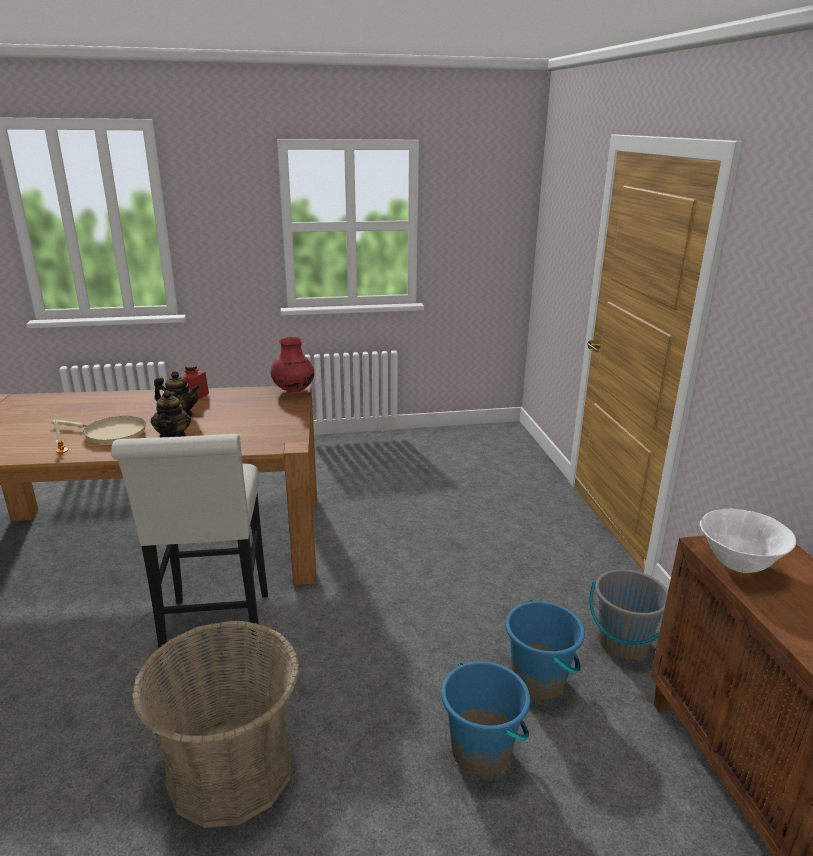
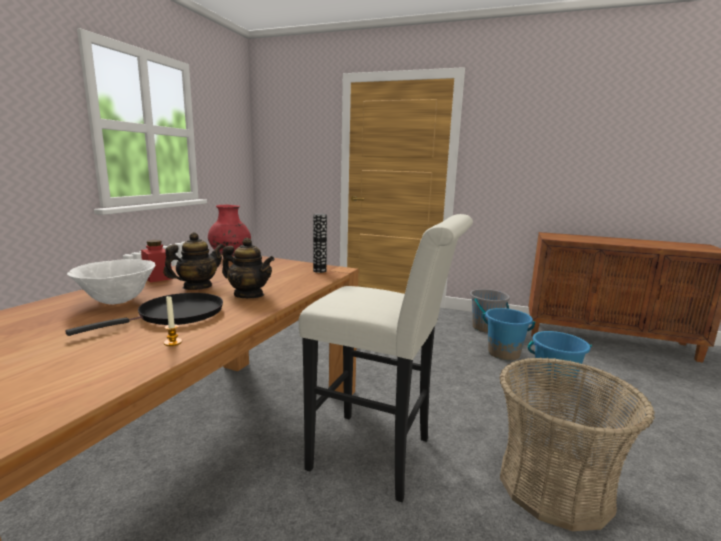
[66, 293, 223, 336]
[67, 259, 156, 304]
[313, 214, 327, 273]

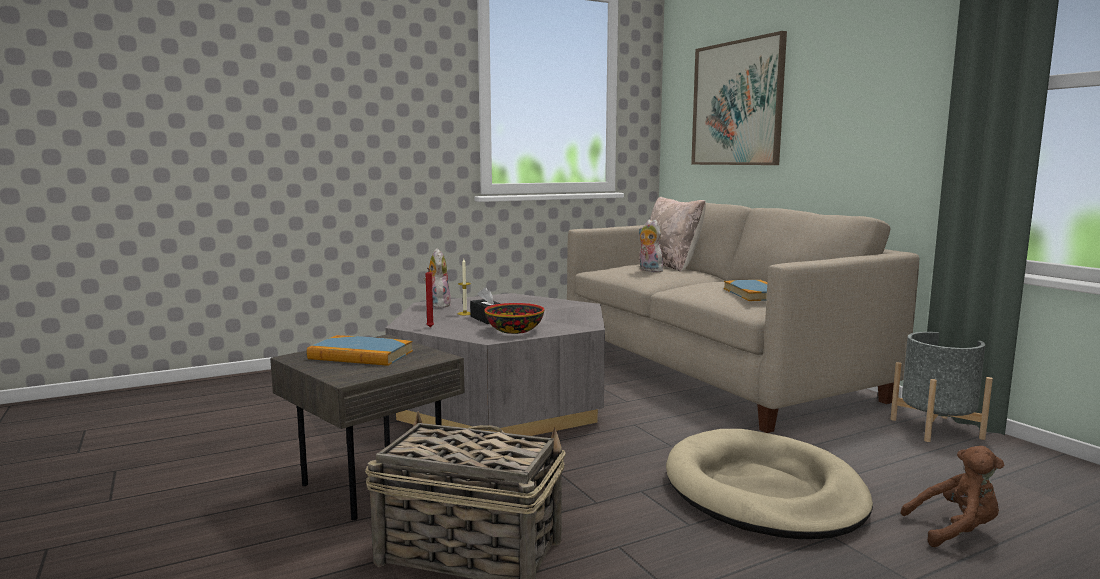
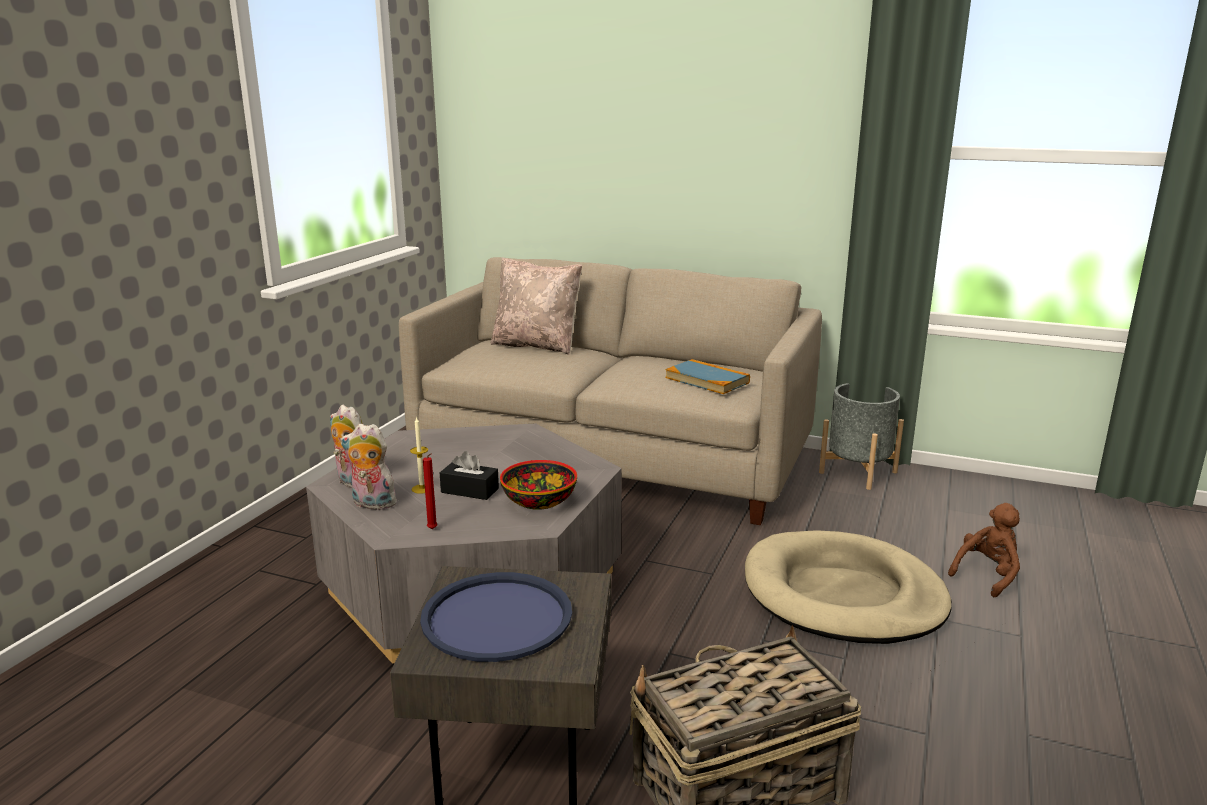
[691, 31, 787, 165] (first image)
[340, 424, 402, 512]
[420, 572, 572, 662]

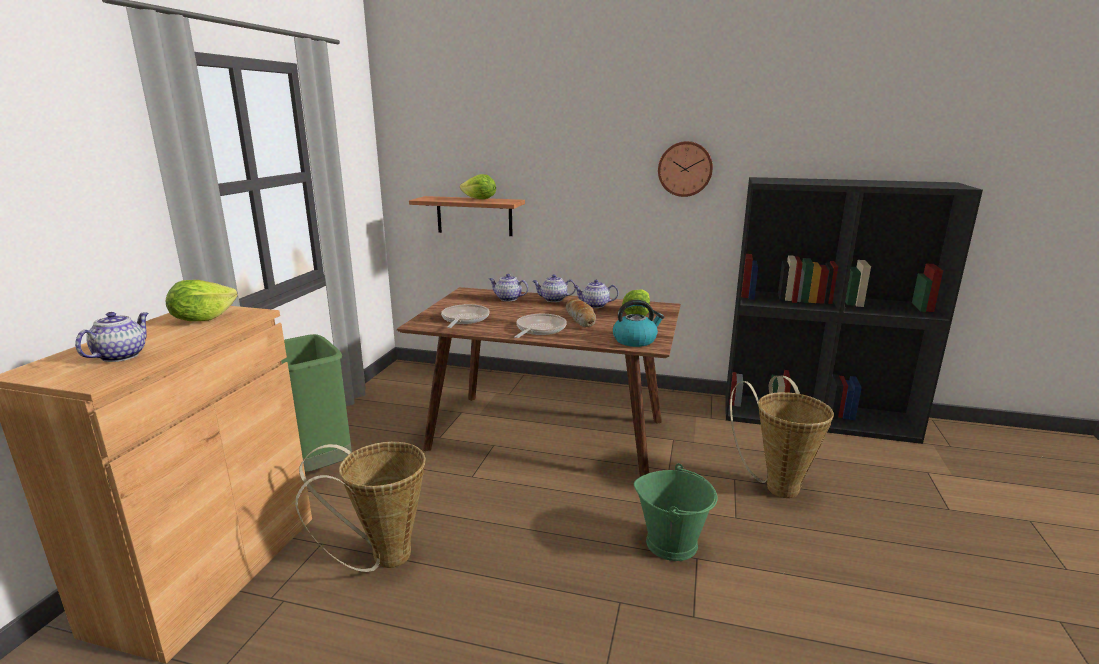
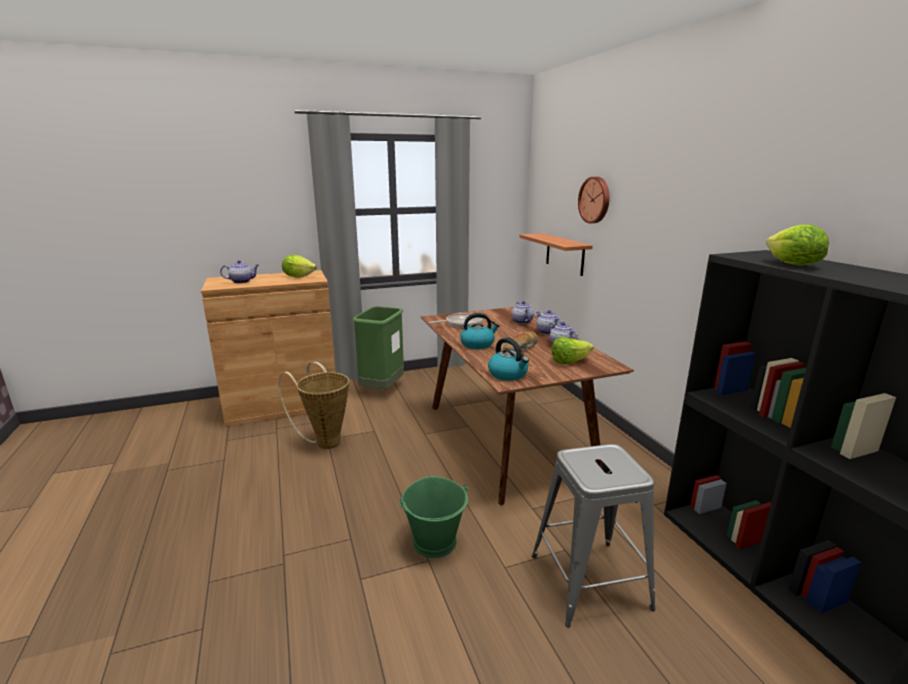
[578, 177, 609, 223]
[766, 224, 829, 266]
[460, 313, 500, 349]
[532, 444, 656, 628]

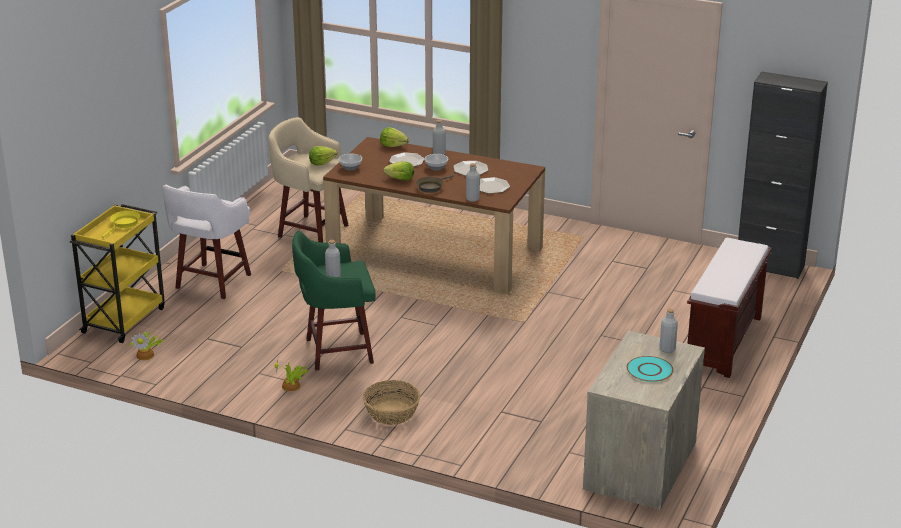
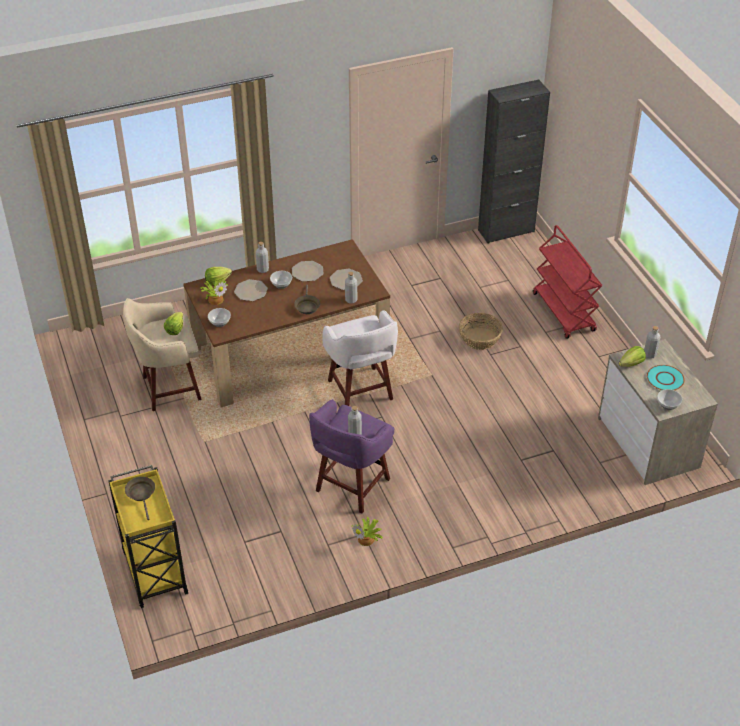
[619, 346, 646, 367]
[322, 310, 398, 406]
[125, 477, 155, 520]
[309, 399, 394, 513]
[533, 225, 602, 339]
[200, 281, 228, 305]
[459, 313, 503, 350]
[657, 389, 682, 410]

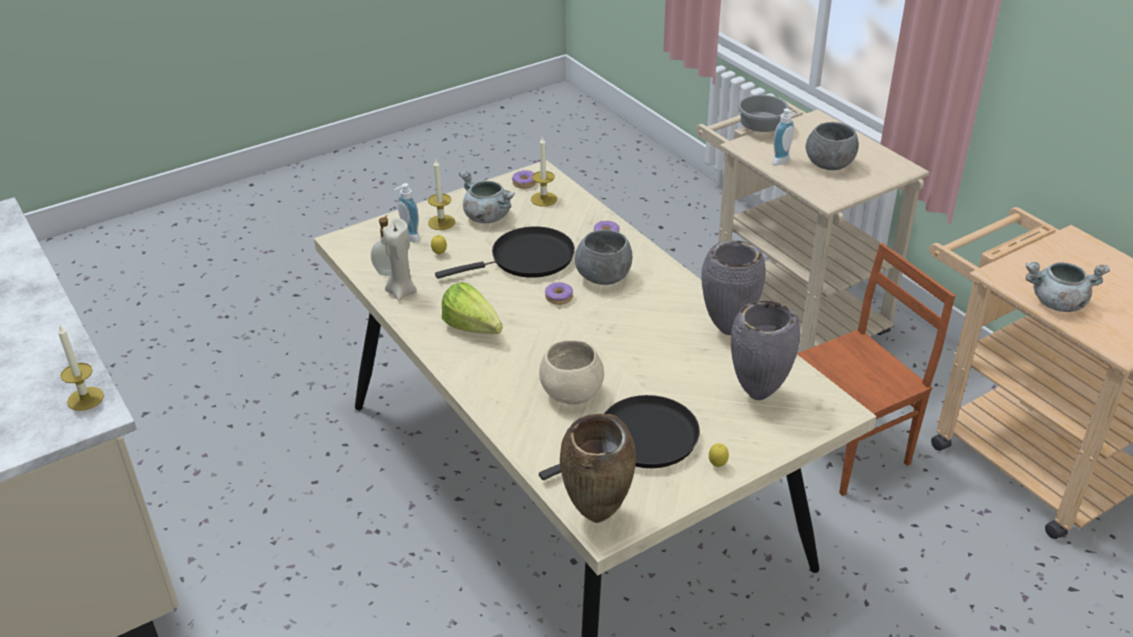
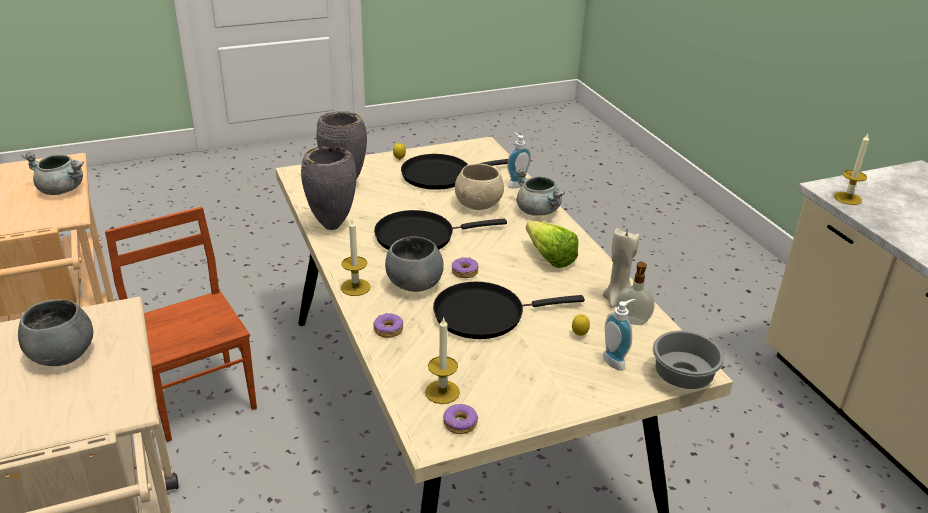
[653, 331, 724, 389]
[507, 132, 531, 188]
[341, 220, 370, 296]
[515, 167, 565, 216]
[105, 207, 257, 442]
[560, 414, 636, 523] (first image)
[374, 210, 507, 250]

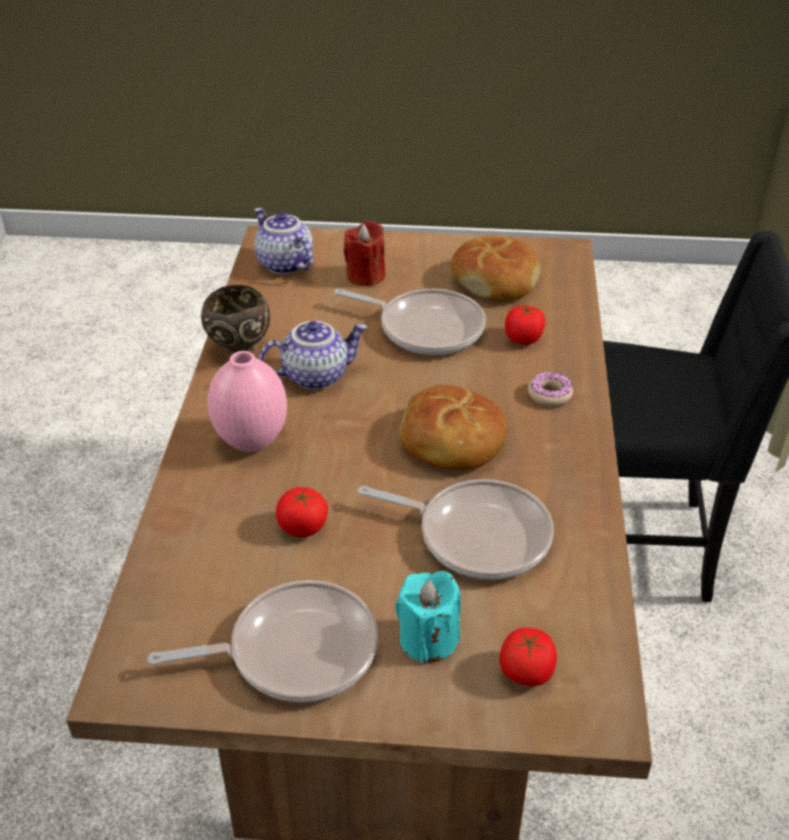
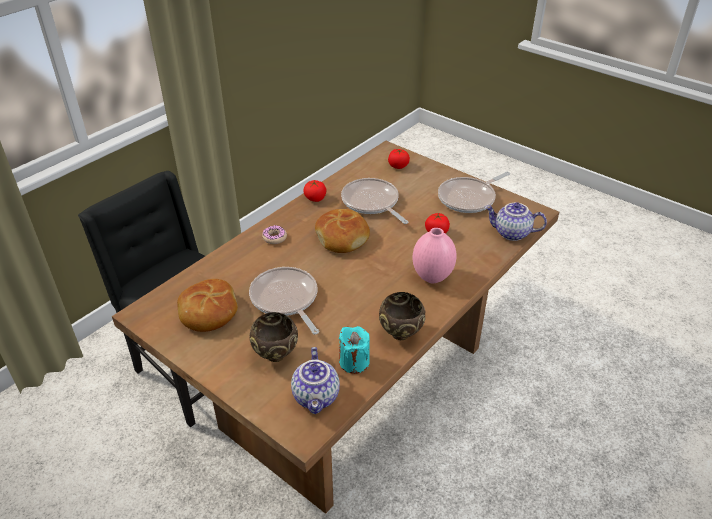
[250, 312, 298, 362]
[303, 180, 326, 202]
[485, 202, 547, 241]
[339, 326, 370, 374]
[438, 172, 510, 213]

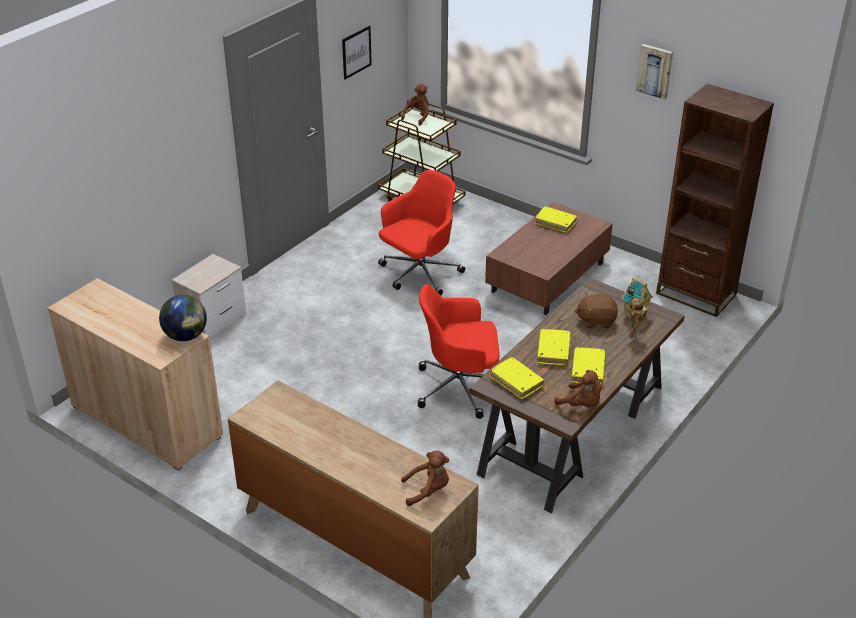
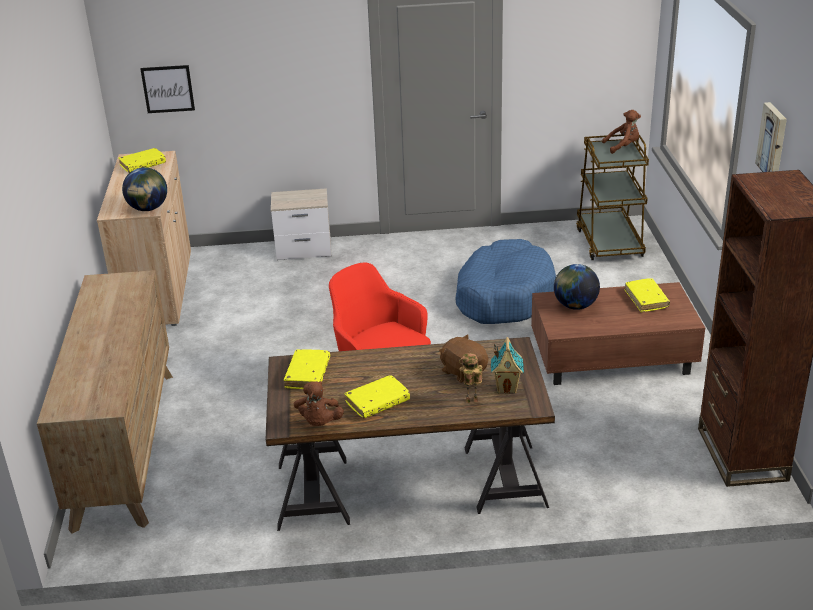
[140, 65, 195, 113]
[455, 239, 556, 324]
[118, 148, 166, 173]
[401, 451, 449, 506] (first image)
[554, 264, 600, 310]

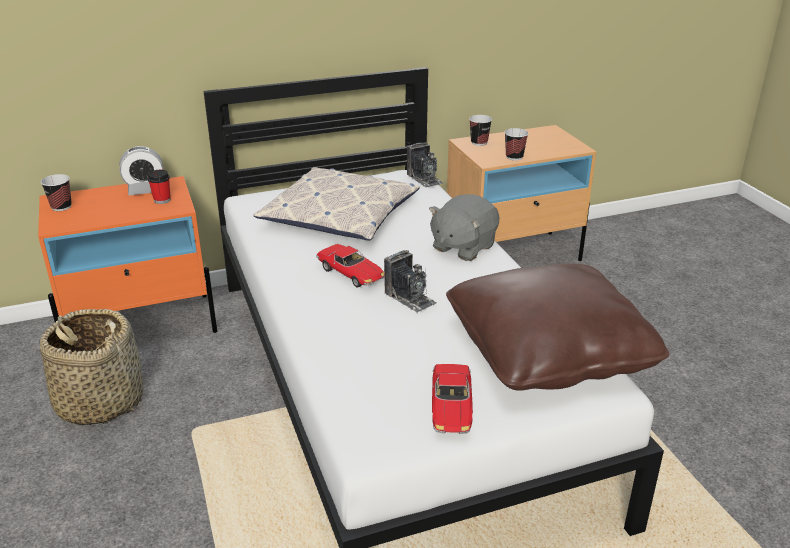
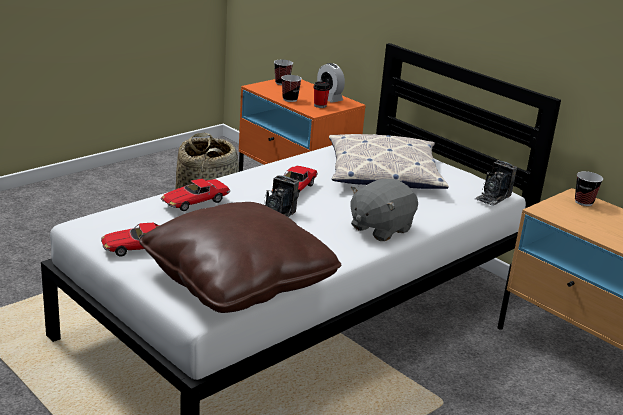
[281, 75, 302, 102]
[351, 179, 418, 241]
[161, 179, 230, 211]

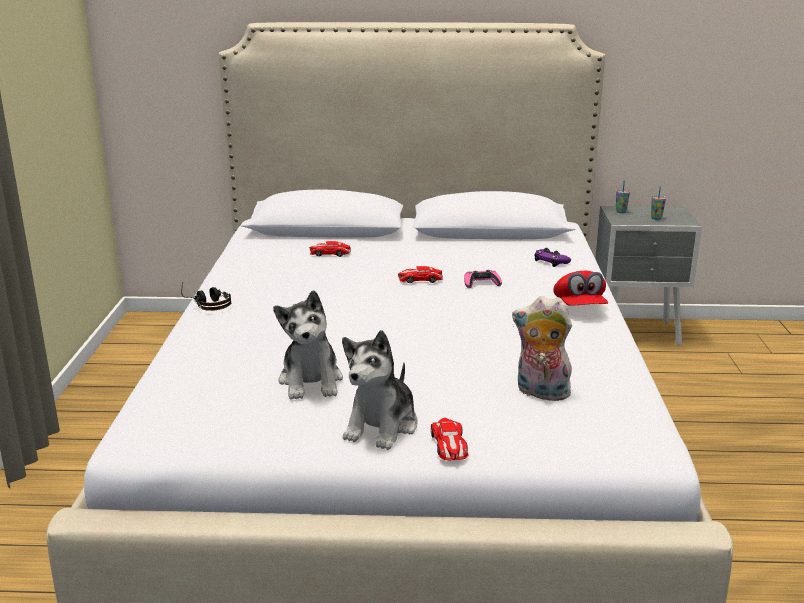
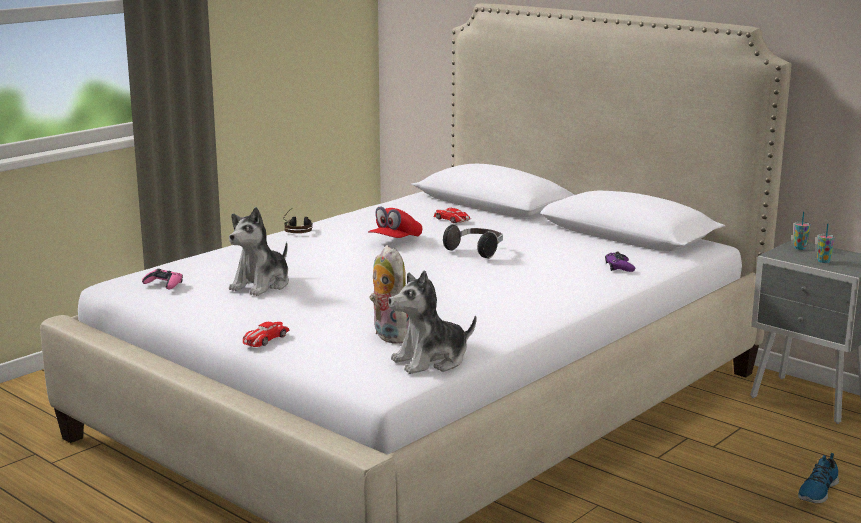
[443, 224, 503, 259]
[142, 269, 183, 289]
[368, 207, 422, 238]
[388, 270, 476, 374]
[798, 453, 839, 503]

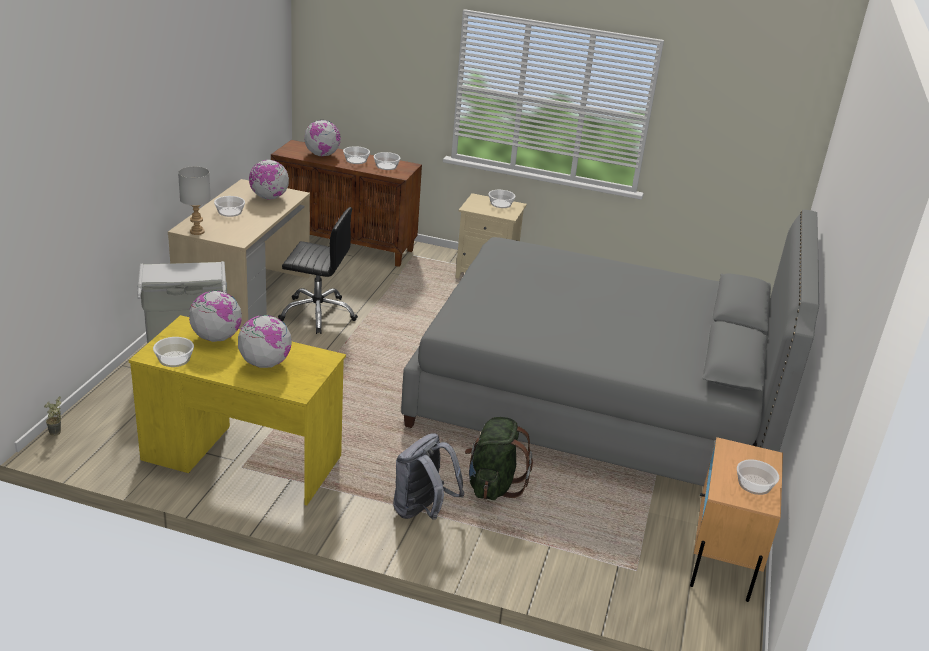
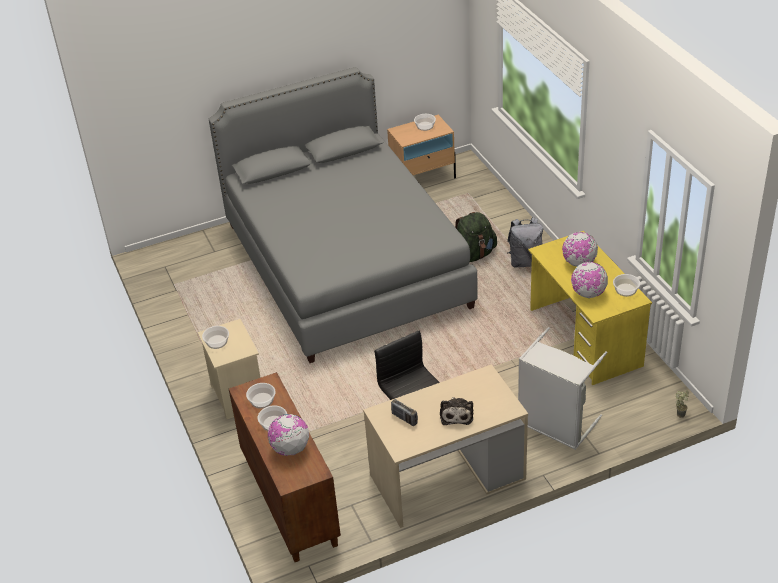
[391, 399, 418, 426]
[178, 166, 211, 235] (first image)
[440, 397, 473, 425]

